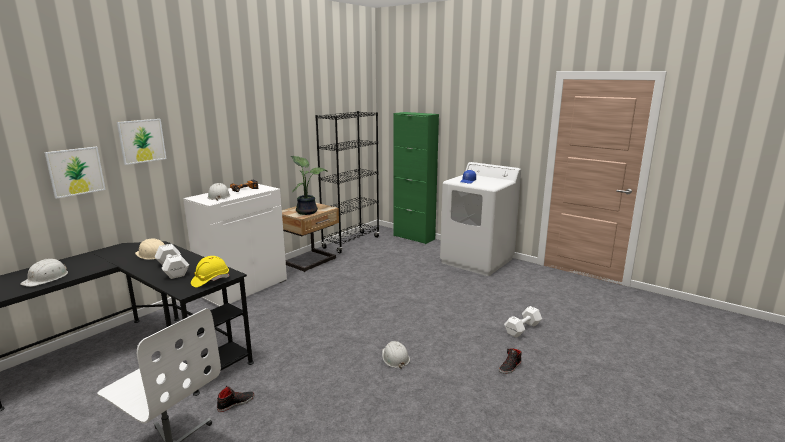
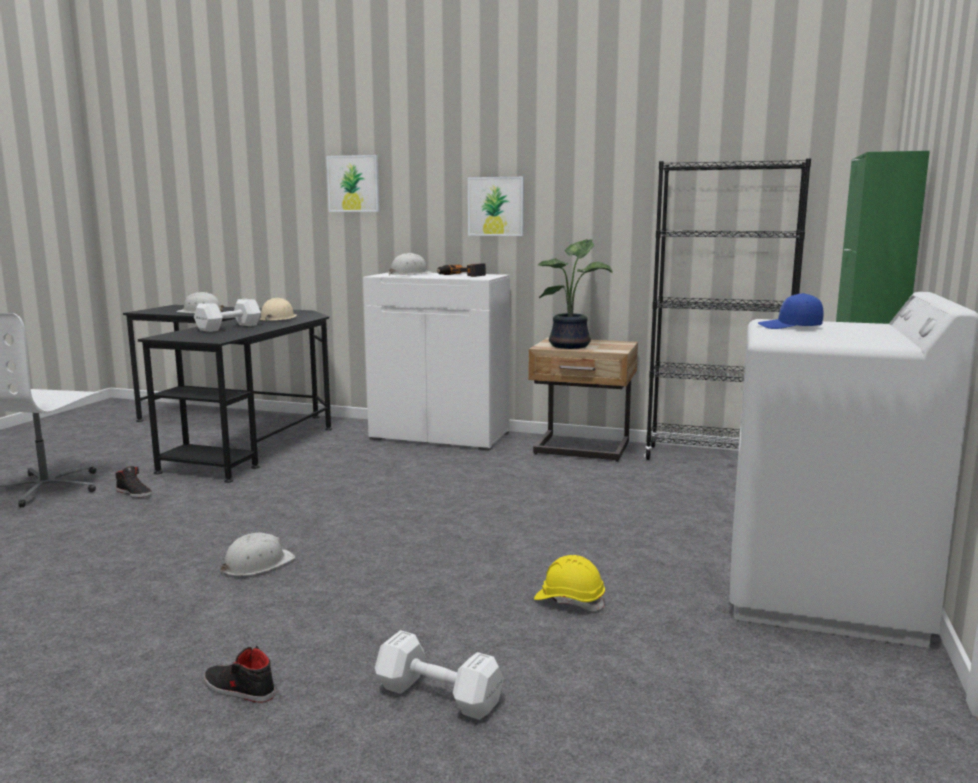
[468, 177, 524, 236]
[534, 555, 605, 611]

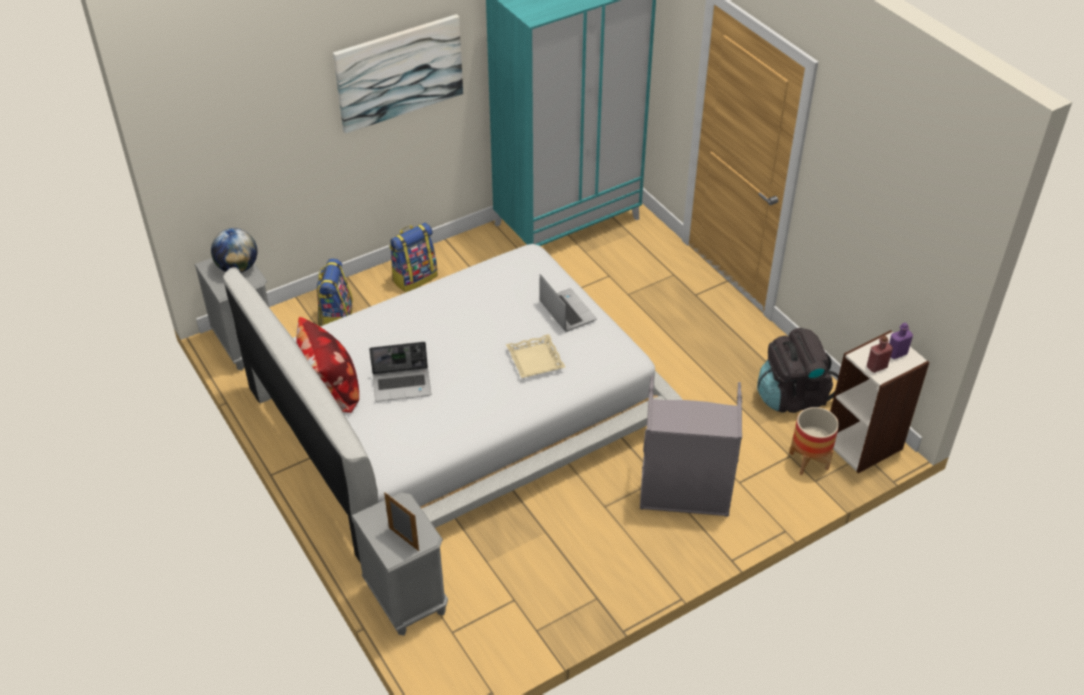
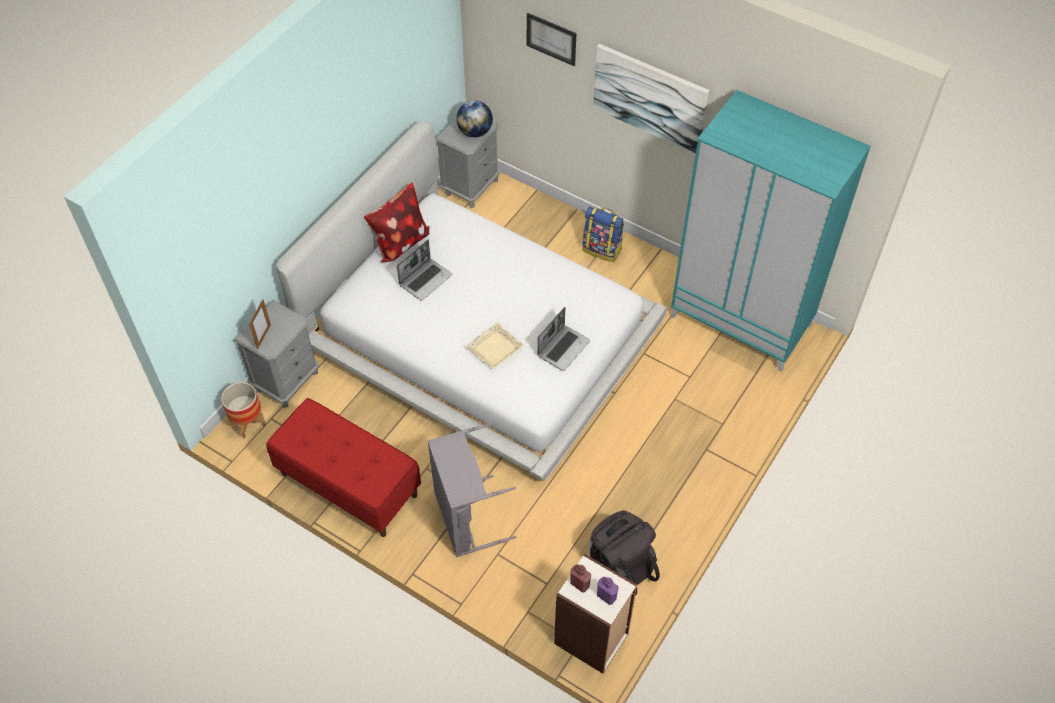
[316, 258, 353, 327] (first image)
[397, 240, 452, 301]
[221, 382, 266, 439]
[527, 13, 577, 66]
[266, 398, 421, 537]

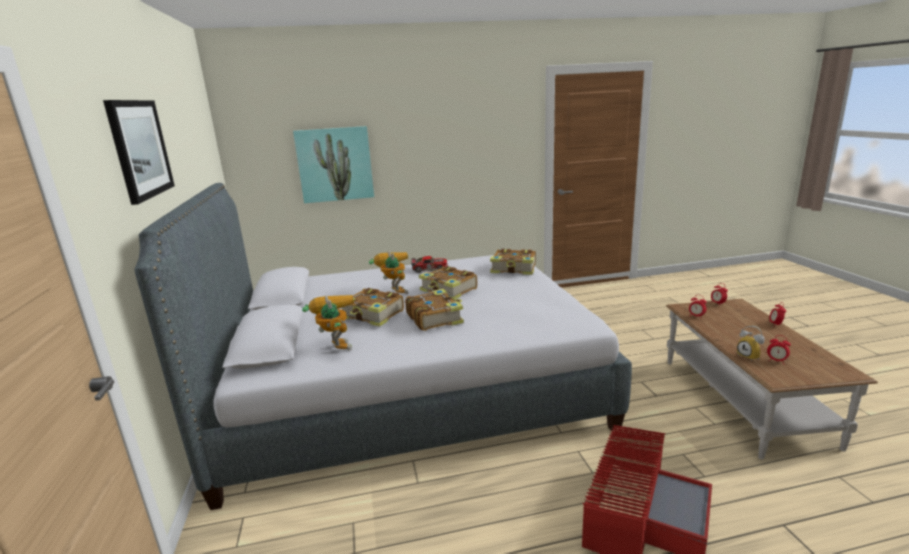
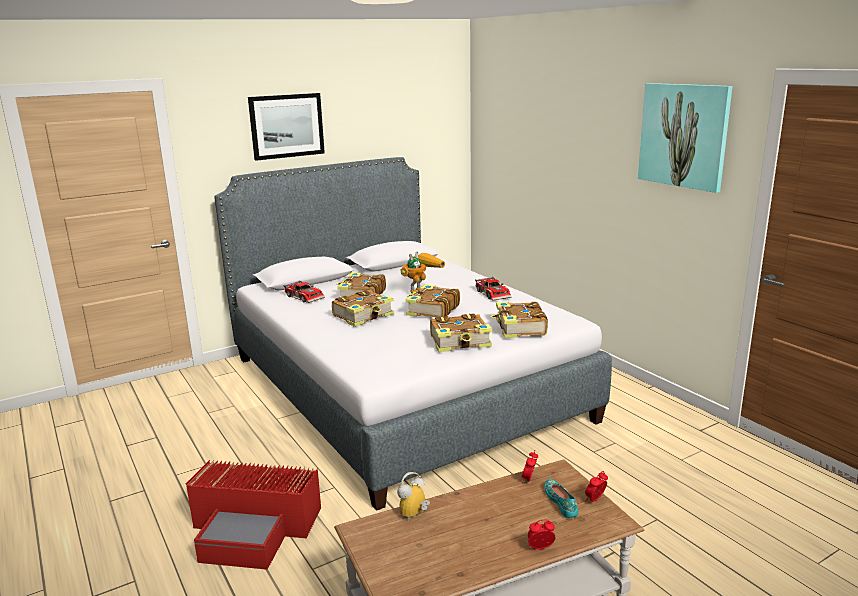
[638, 83, 733, 193]
[283, 280, 325, 303]
[767, 335, 791, 363] (first image)
[430, 313, 492, 352]
[544, 479, 578, 518]

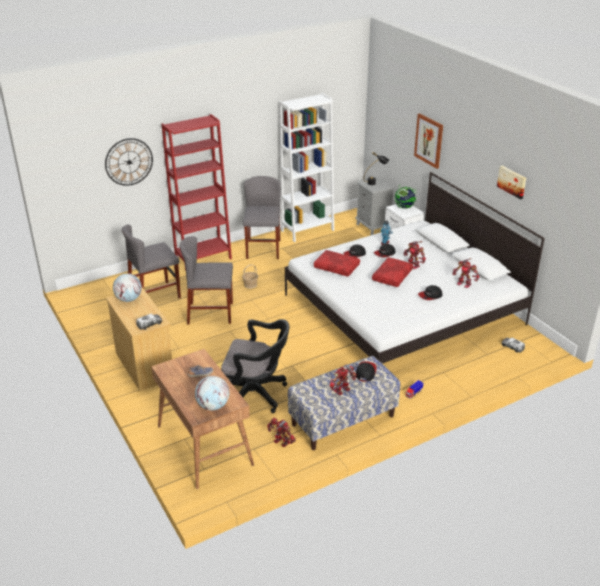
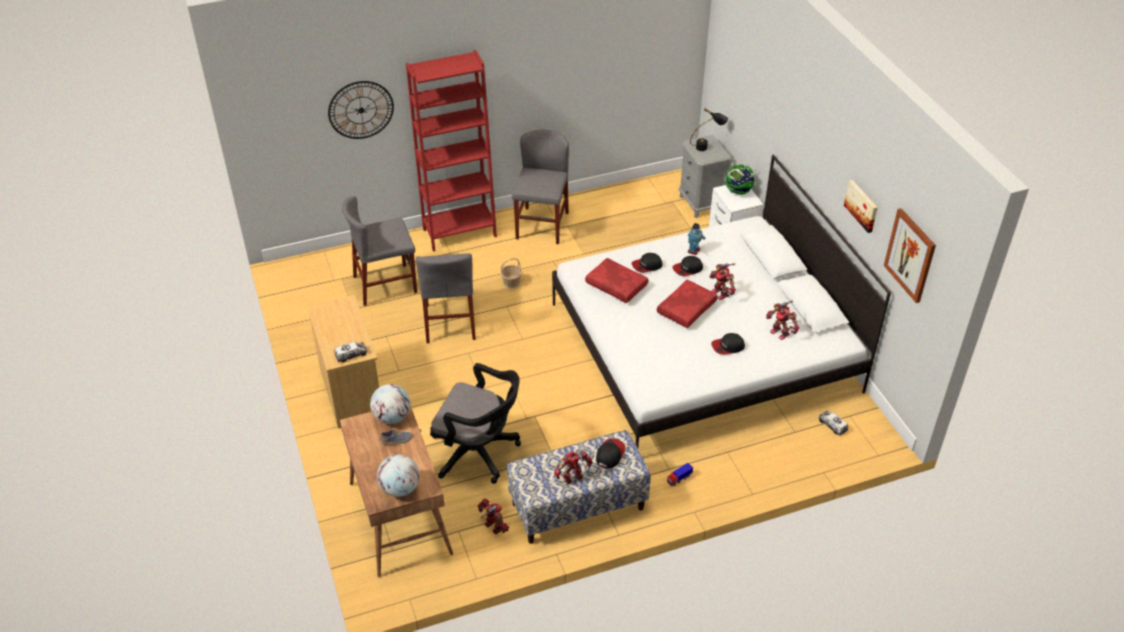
[279, 93, 334, 242] (first image)
[884, 208, 936, 303]
[416, 253, 476, 343]
[370, 384, 410, 424]

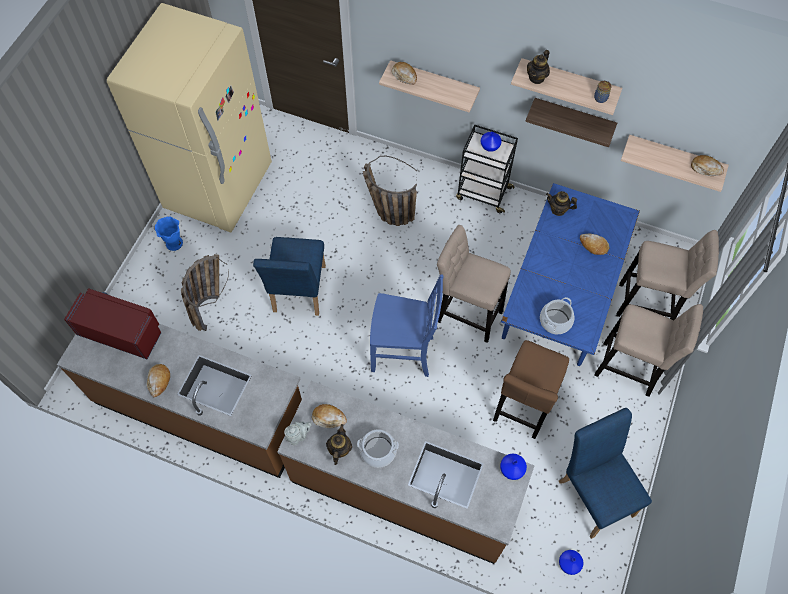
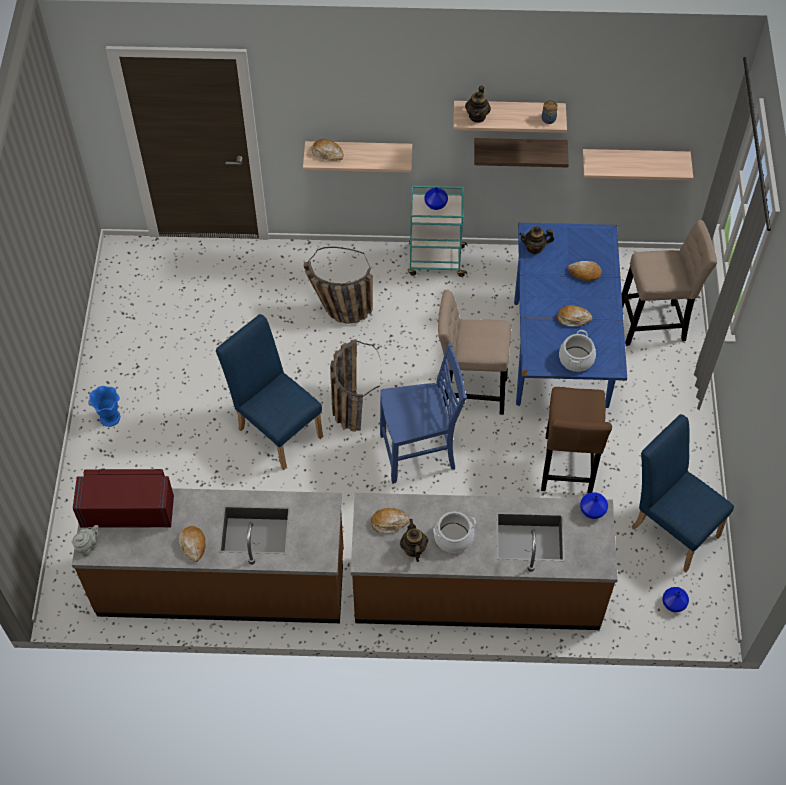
[107, 3, 272, 233] (first image)
[408, 186, 467, 277]
[557, 305, 593, 326]
[216, 314, 323, 470]
[330, 339, 381, 432]
[594, 304, 703, 397] (first image)
[72, 525, 99, 557]

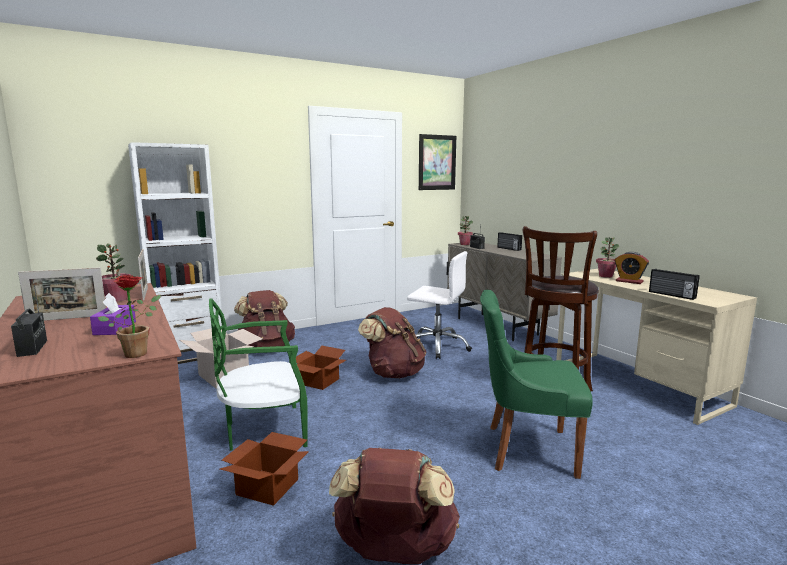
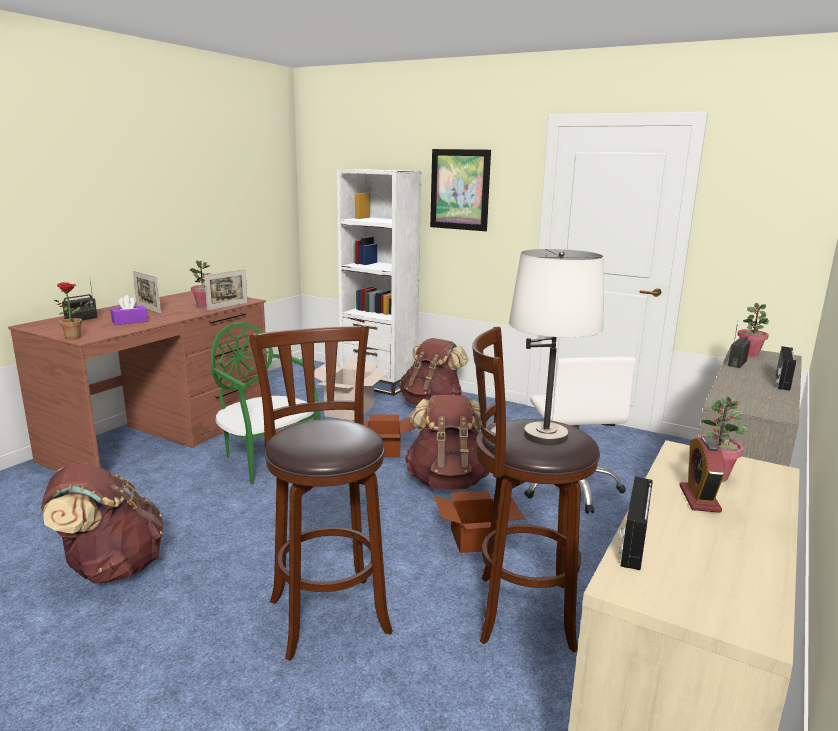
[430, 149, 491, 231]
[249, 325, 393, 661]
[434, 491, 525, 553]
[509, 249, 604, 445]

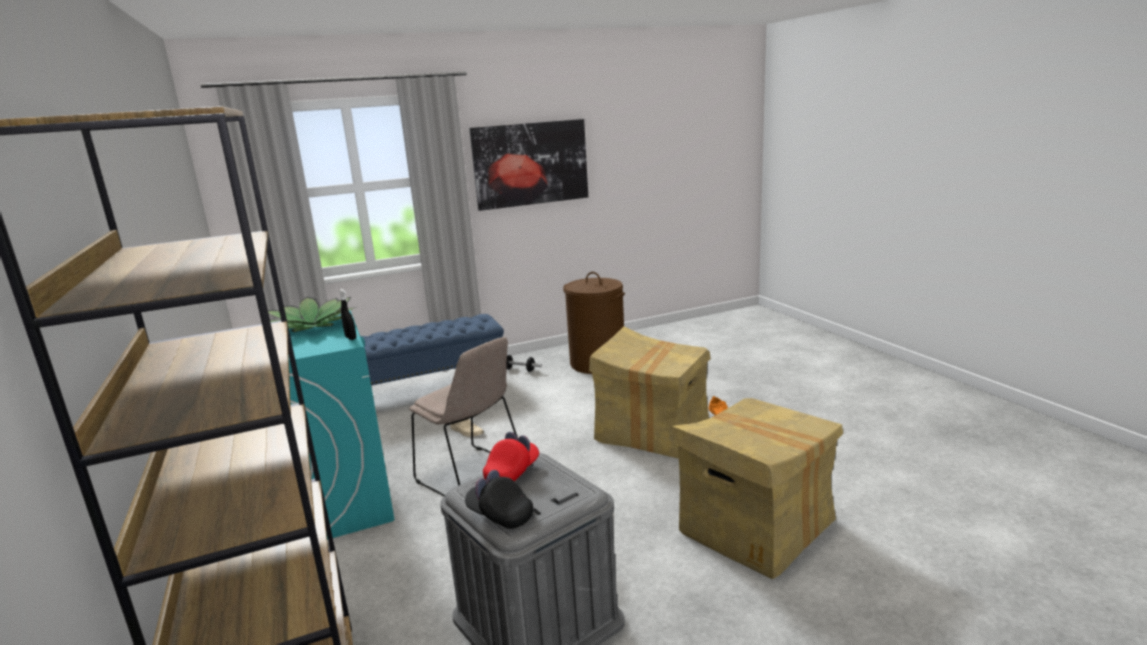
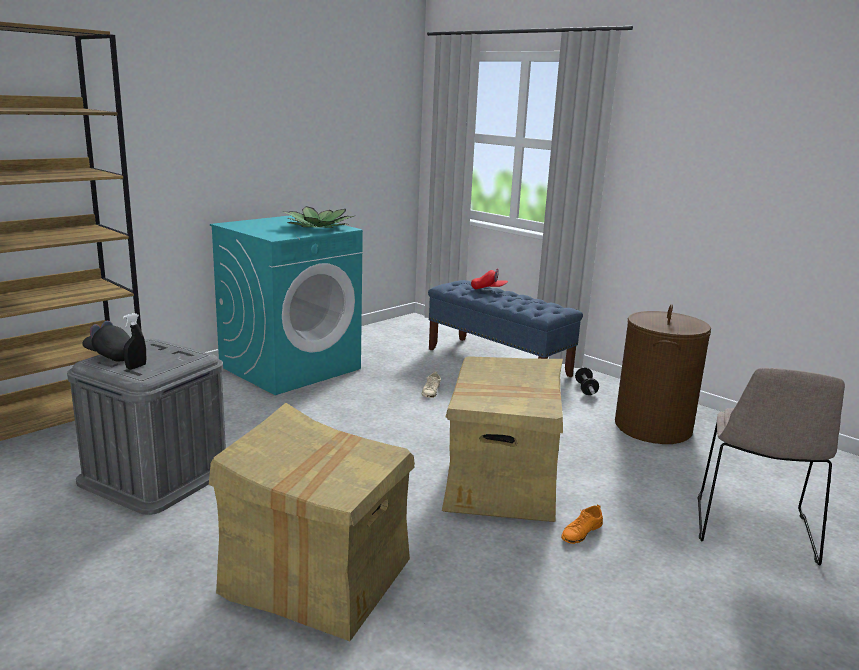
[469, 119, 588, 211] (first image)
[123, 313, 146, 370]
[697, 368, 845, 565]
[471, 268, 508, 289]
[82, 321, 130, 362]

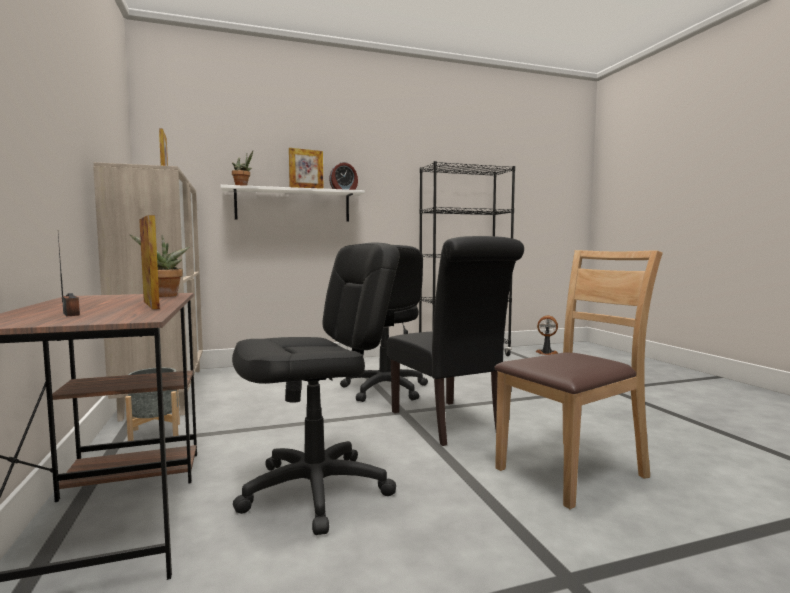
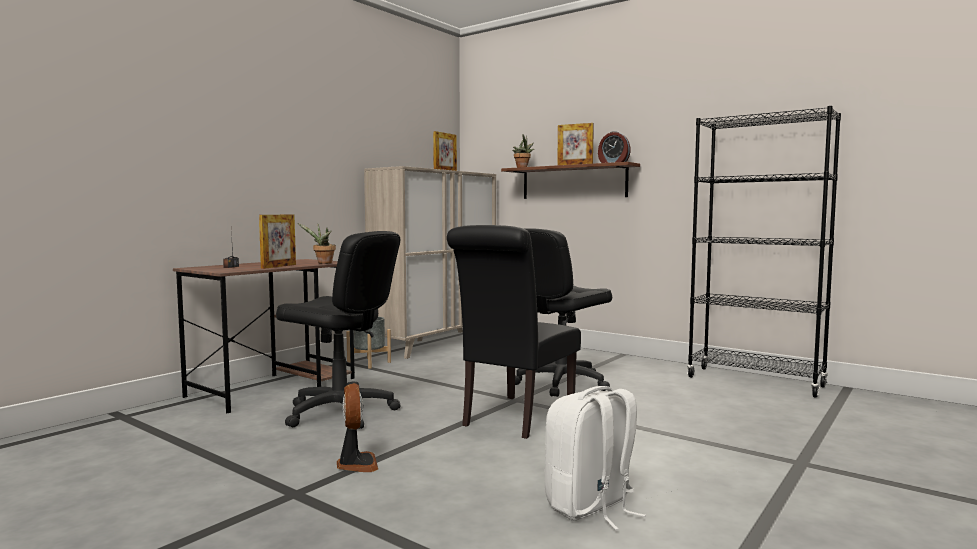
[501, 162, 640, 199]
[495, 250, 663, 509] (first image)
[337, 383, 378, 472]
[545, 386, 646, 530]

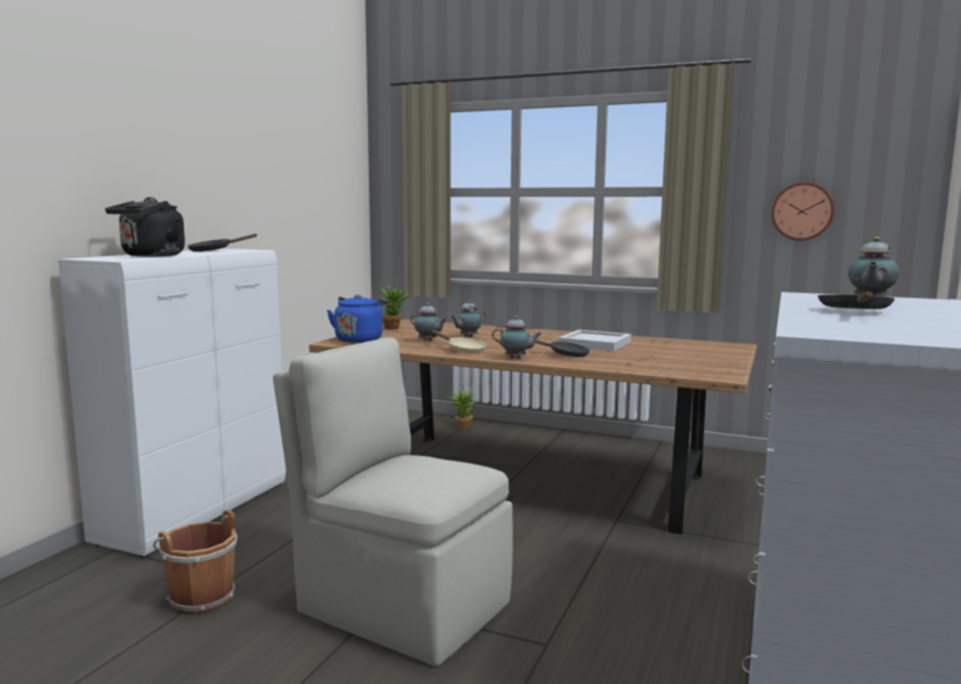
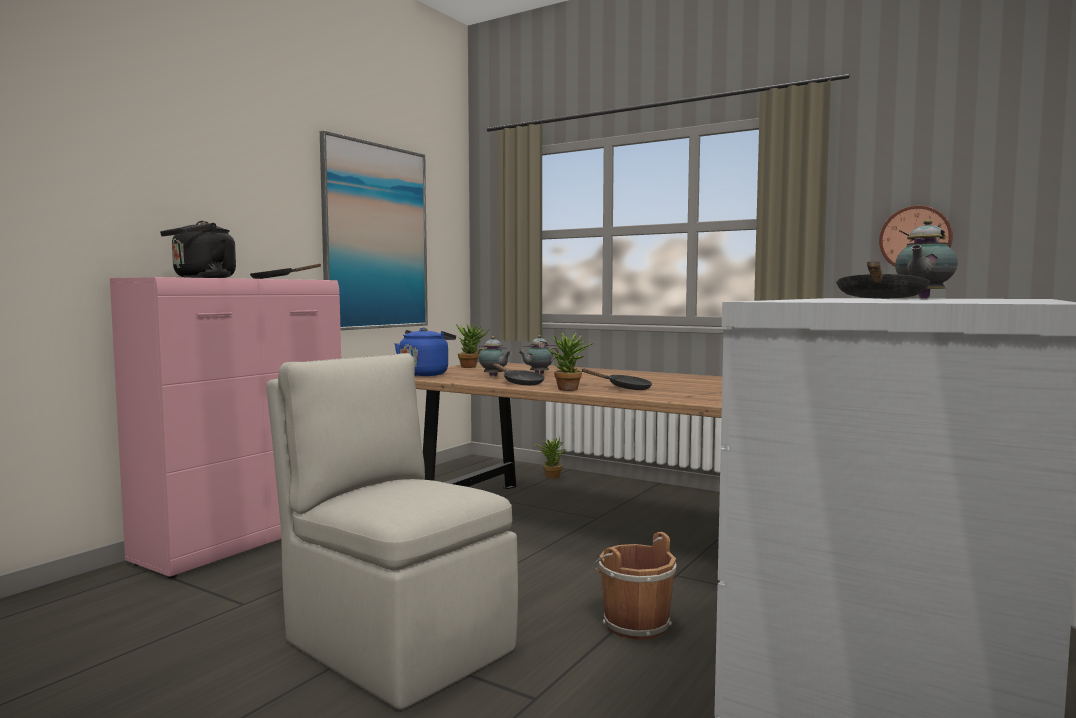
[110, 277, 341, 578]
[548, 332, 593, 391]
[493, 363, 545, 385]
[558, 330, 631, 351] (first image)
[592, 532, 677, 640]
[320, 131, 428, 330]

